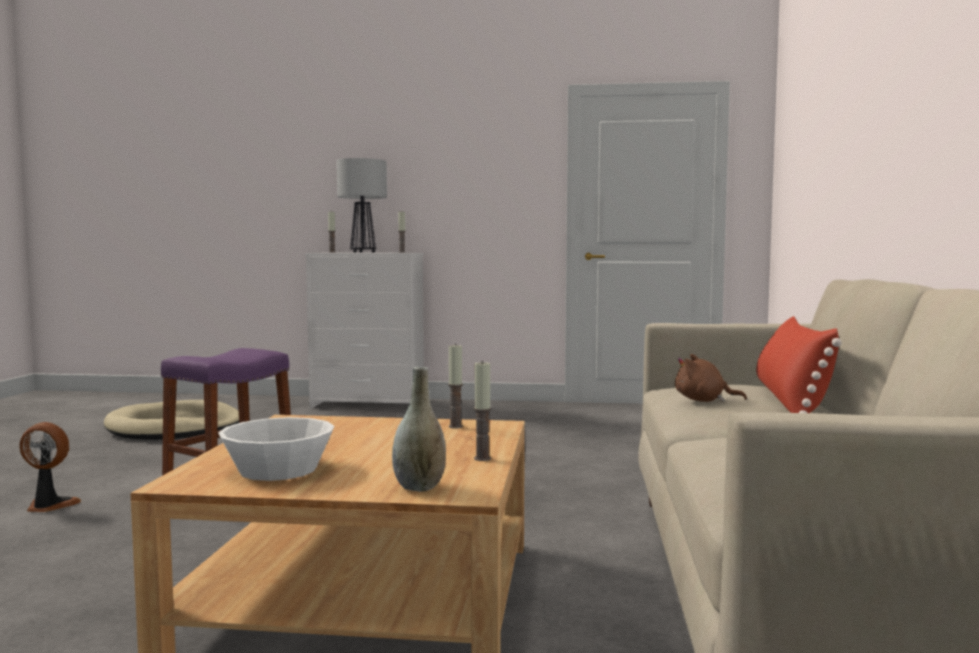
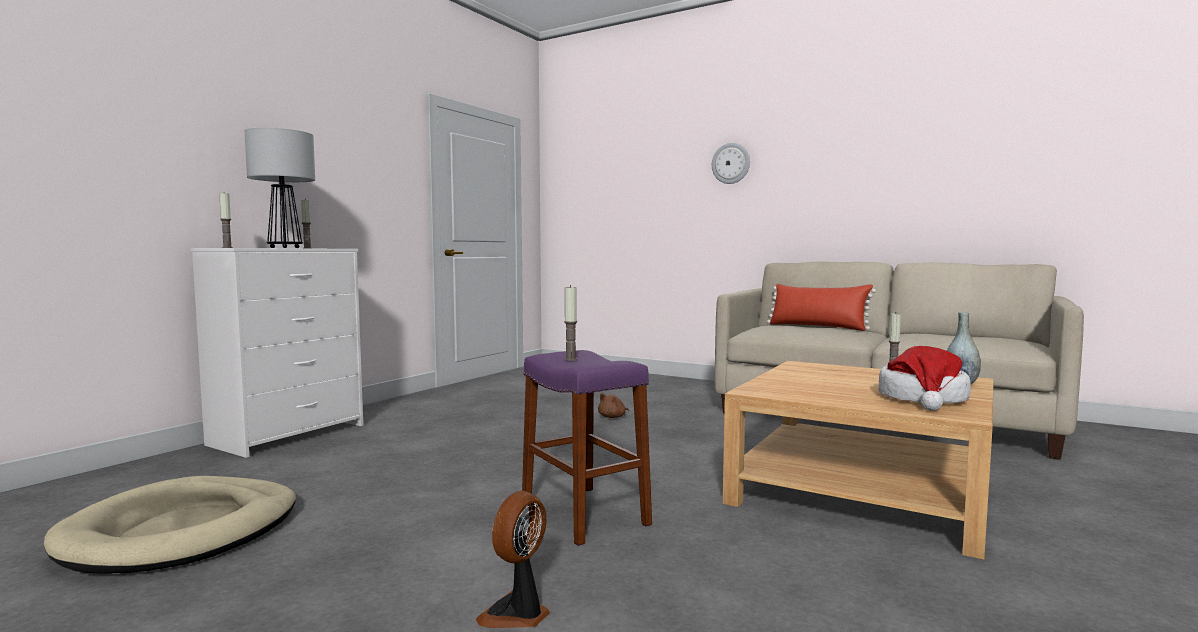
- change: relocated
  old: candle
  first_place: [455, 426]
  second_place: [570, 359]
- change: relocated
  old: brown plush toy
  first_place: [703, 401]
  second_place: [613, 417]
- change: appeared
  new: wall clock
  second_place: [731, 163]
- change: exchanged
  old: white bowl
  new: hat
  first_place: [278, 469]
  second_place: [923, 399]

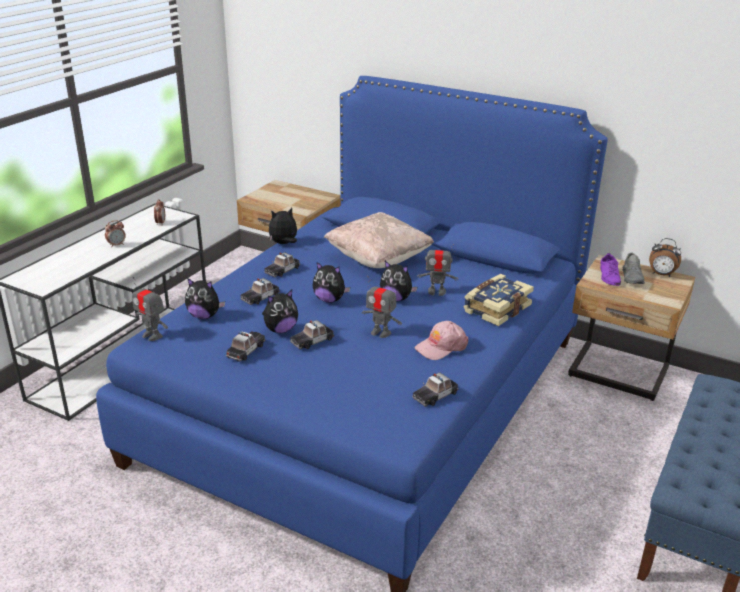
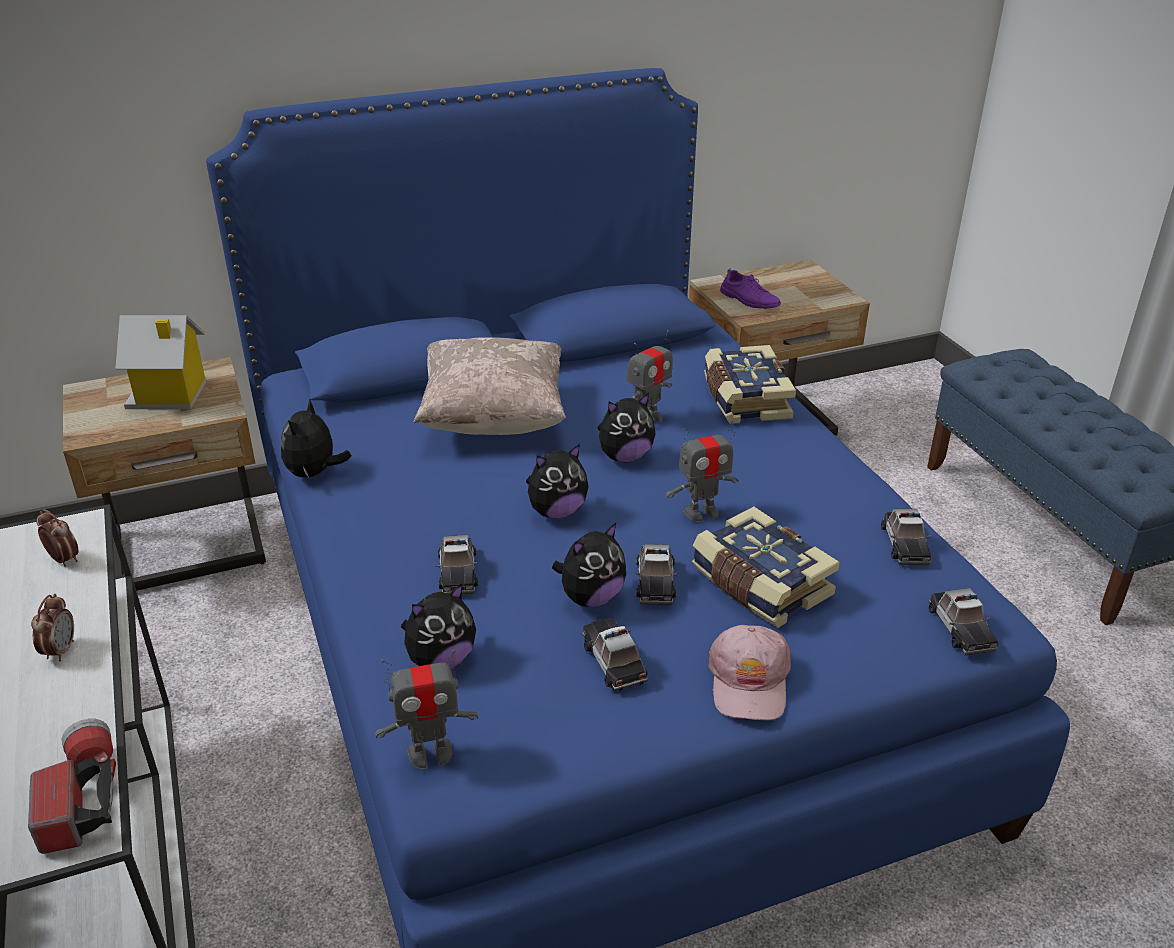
- change: appeared
  new: flashlight
  second_place: [81, 798]
- change: appeared
  new: toy house
  second_place: [170, 396]
- change: spun
  old: plush toy
  first_place: [280, 330]
  second_place: [591, 597]
  degrees: 45
- change: appeared
  new: book
  second_place: [759, 585]
- change: relocated
  old: pink cap
  first_place: [441, 347]
  second_place: [749, 681]
- change: relocated
  old: toy car
  first_place: [282, 270]
  second_place: [960, 628]
- change: missing
  old: grey shoe
  first_place: [632, 278]
- change: missing
  old: alarm clock
  first_place: [661, 274]

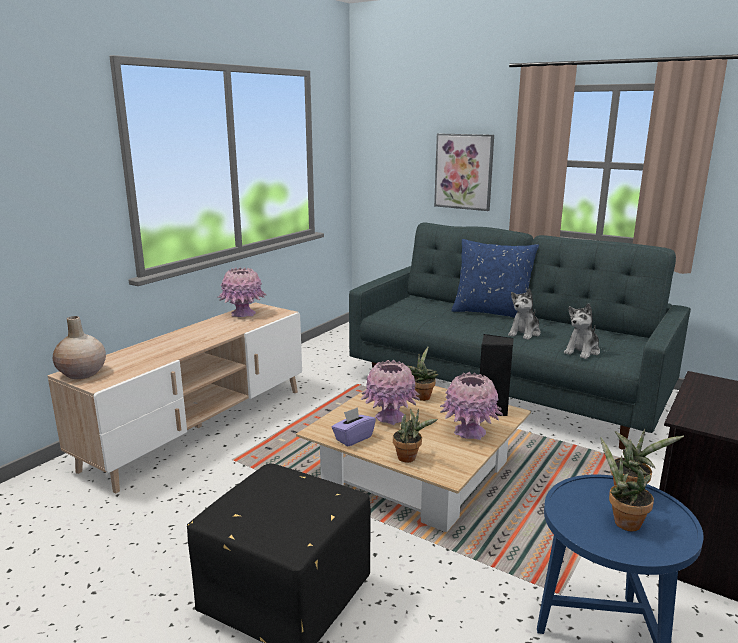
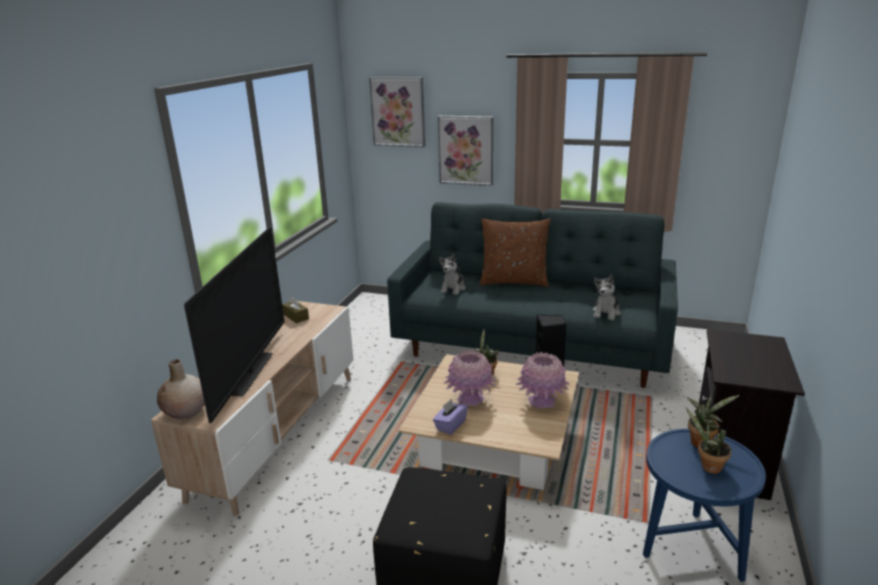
- change: appeared
  new: television
  second_place: [251, 374]
- change: exchanged
  old: pink vase
  new: brown tissue box
  first_place: [243, 314]
  second_place: [296, 317]
- change: appeared
  new: picture
  second_place: [398, 112]
- change: relocated
  old: plush toy
  first_place: [524, 333]
  second_place: [453, 288]
- change: colour
  old: blue pillow
  new: brown pillow
  first_place: [491, 312]
  second_place: [514, 281]
- change: missing
  old: potted plant
  first_place: [409, 458]

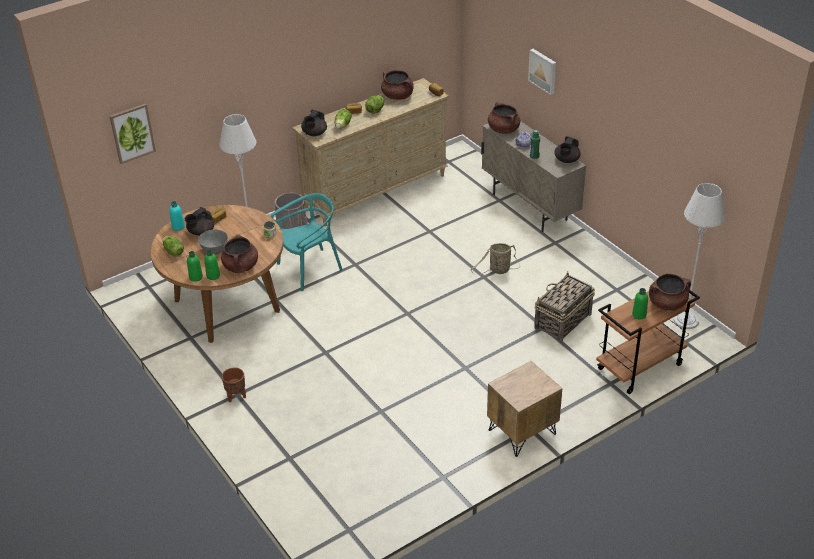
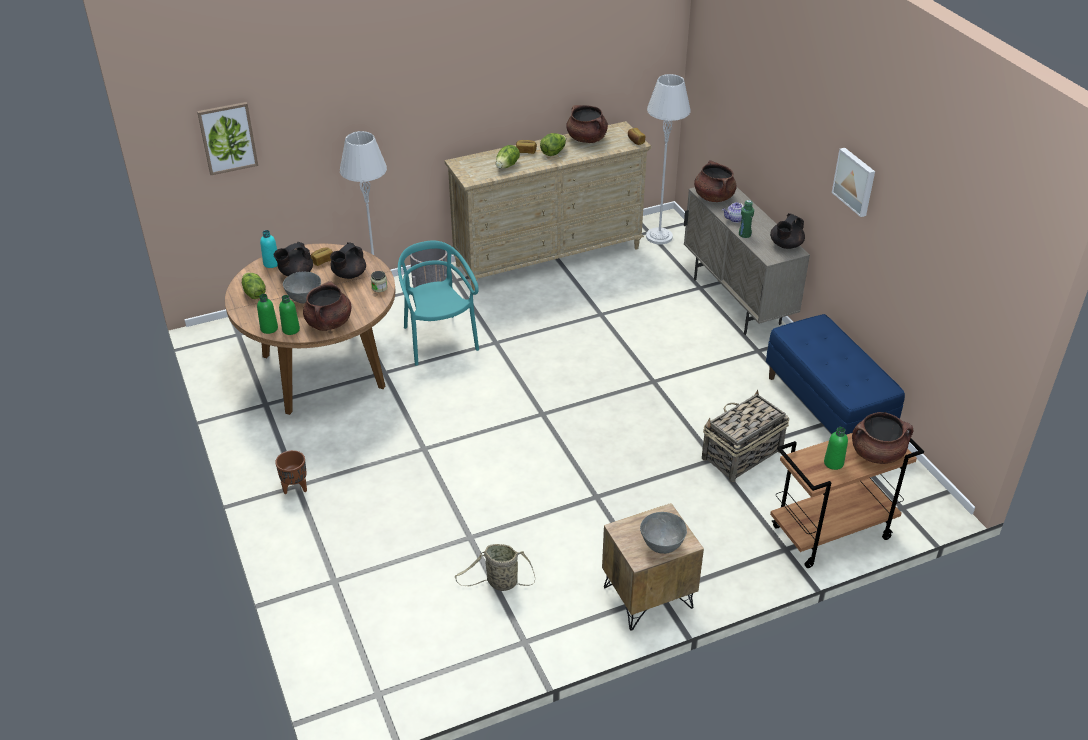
- change: relocated
  old: black teapot
  first_place: [314, 133]
  second_place: [349, 275]
- change: spun
  old: turquoise chair
  first_place: [310, 269]
  second_place: [438, 340]
  degrees: -90
- change: relocated
  old: basket
  first_place: [498, 270]
  second_place: [500, 583]
- change: appeared
  new: grey bowl
  second_place: [662, 546]
- change: relocated
  old: grey floor lamp
  first_place: [686, 320]
  second_place: [659, 237]
- change: appeared
  new: blue bench
  second_place: [827, 408]
- change: relocated
  old: picture
  first_place: [543, 71]
  second_place: [855, 181]

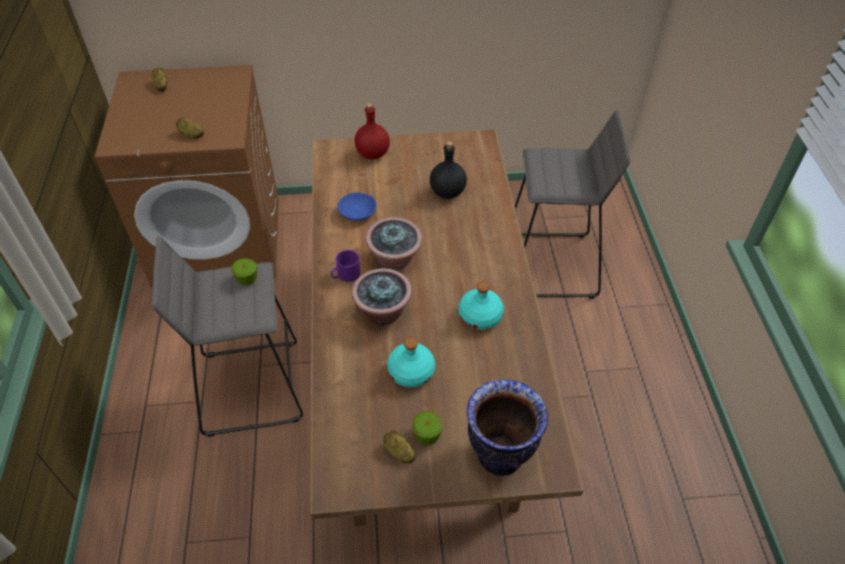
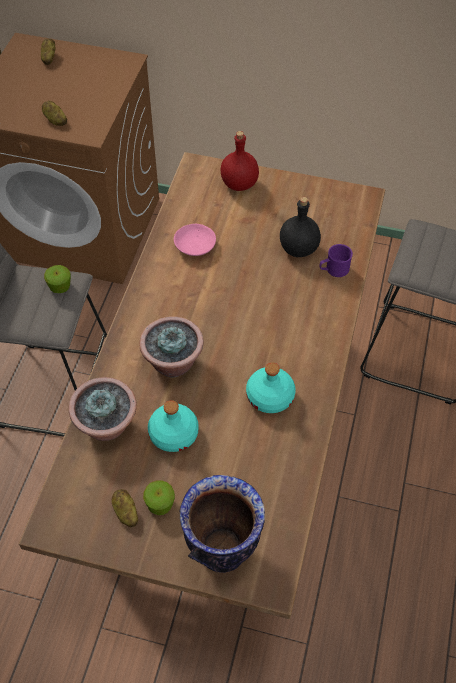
- change: relocated
  old: potted plant
  first_place: [395, 260]
  second_place: [107, 426]
- change: colour
  old: blue bowl
  new: pink bowl
  first_place: [358, 212]
  second_place: [195, 246]
- change: relocated
  old: purple mug
  first_place: [345, 275]
  second_place: [334, 269]

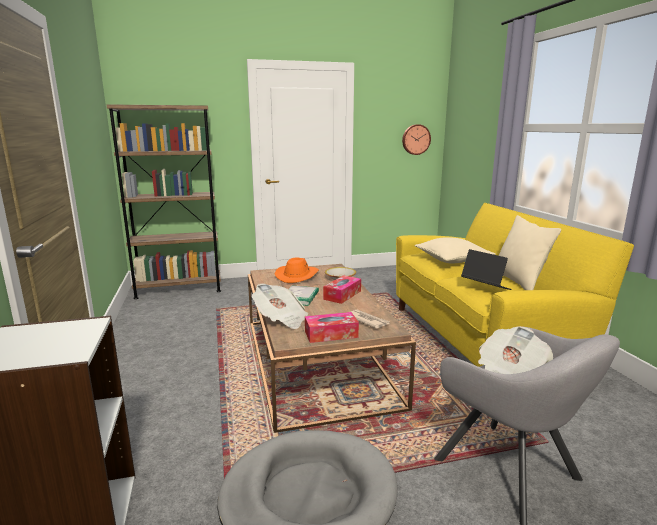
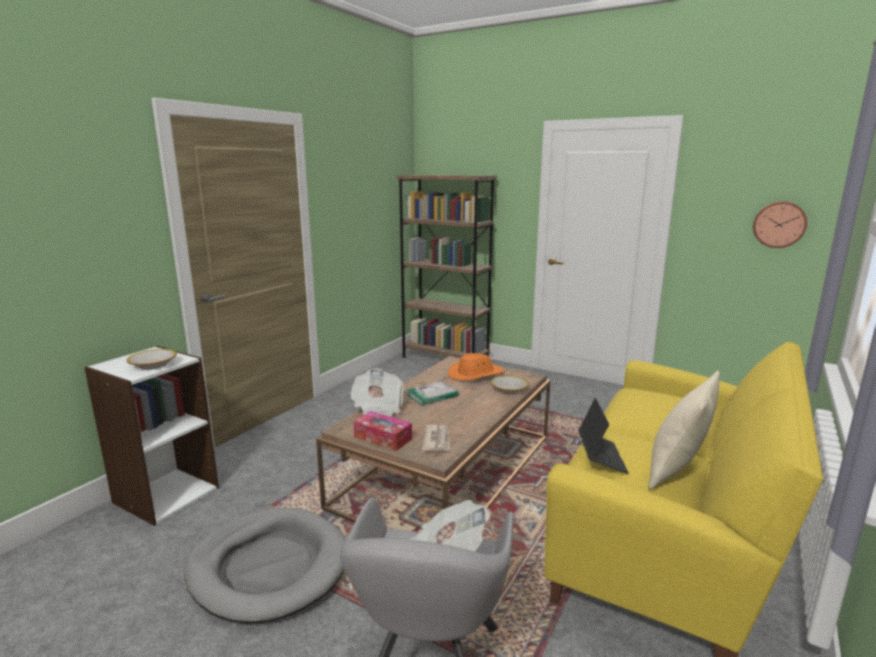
- change: appeared
  new: bowl
  second_place: [154, 365]
- change: missing
  old: tissue box
  first_place: [342, 295]
- change: missing
  old: beige pillow
  first_place: [452, 259]

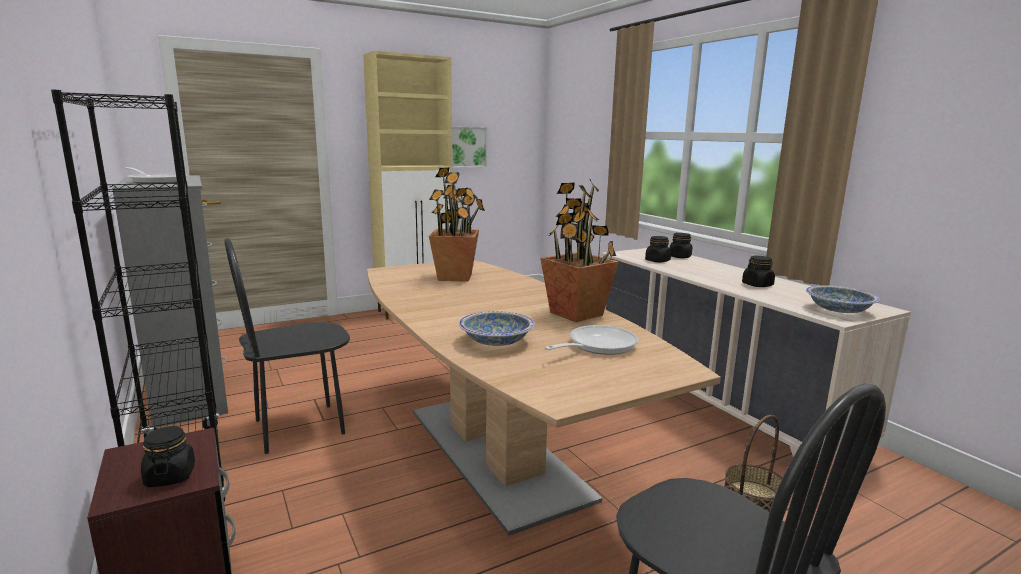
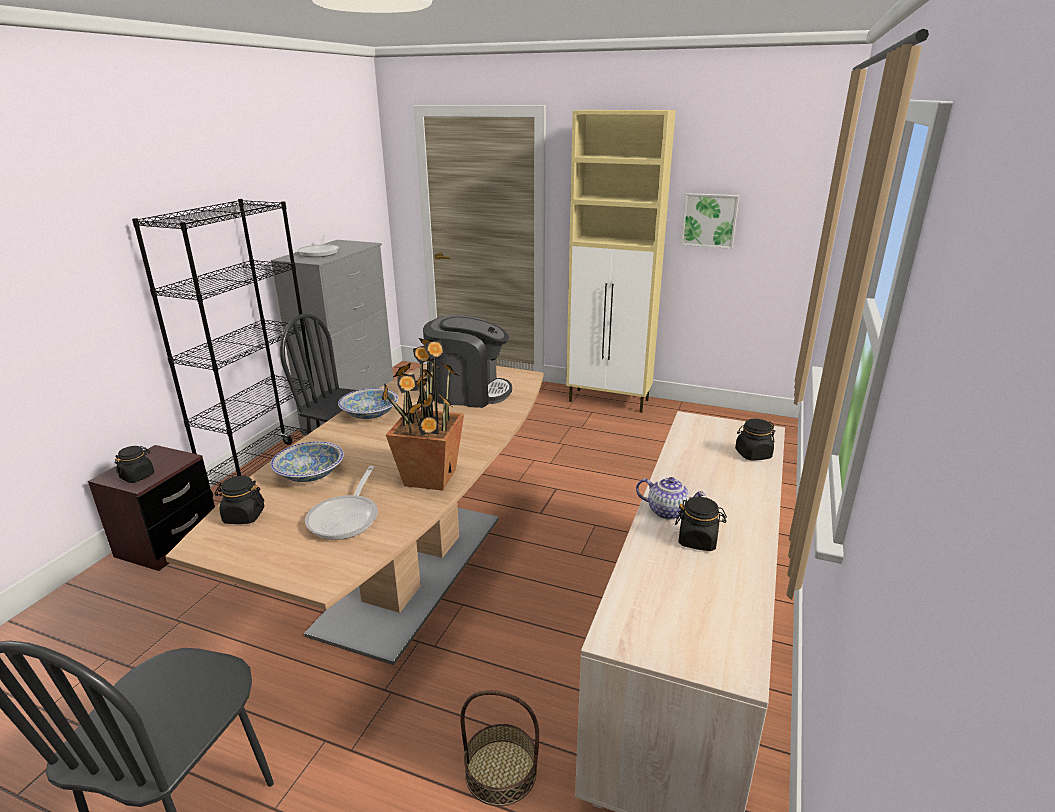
- change: relocated
  old: black jar
  first_place: [657, 261]
  second_place: [243, 516]
- change: spun
  old: frying pan
  first_place: [597, 346]
  second_place: [346, 517]
  degrees: 90
- change: relocated
  old: bowl
  first_place: [839, 310]
  second_place: [370, 414]
- change: exchanged
  old: potted plant
  new: coffee machine
  first_place: [456, 277]
  second_place: [468, 392]
- change: appeared
  new: teapot
  second_place: [668, 511]

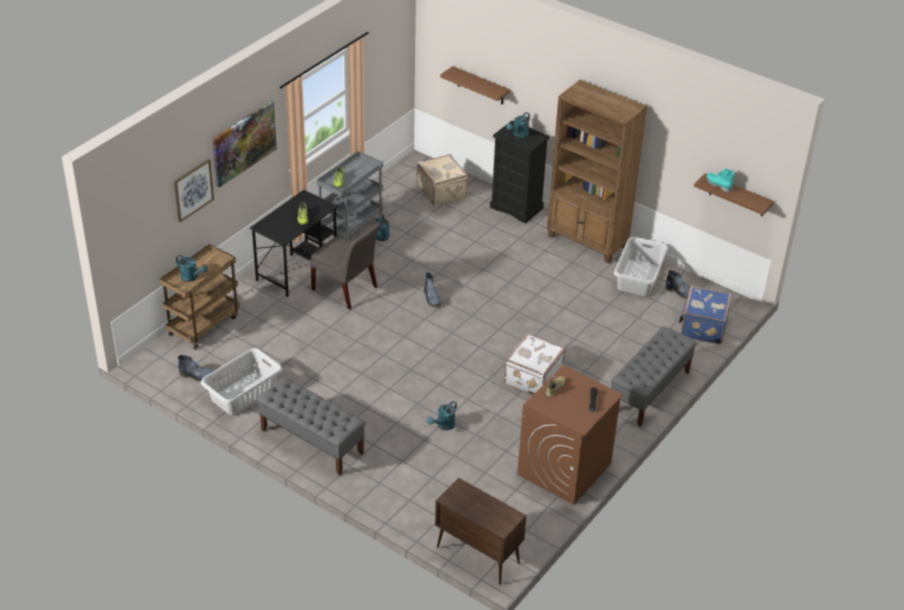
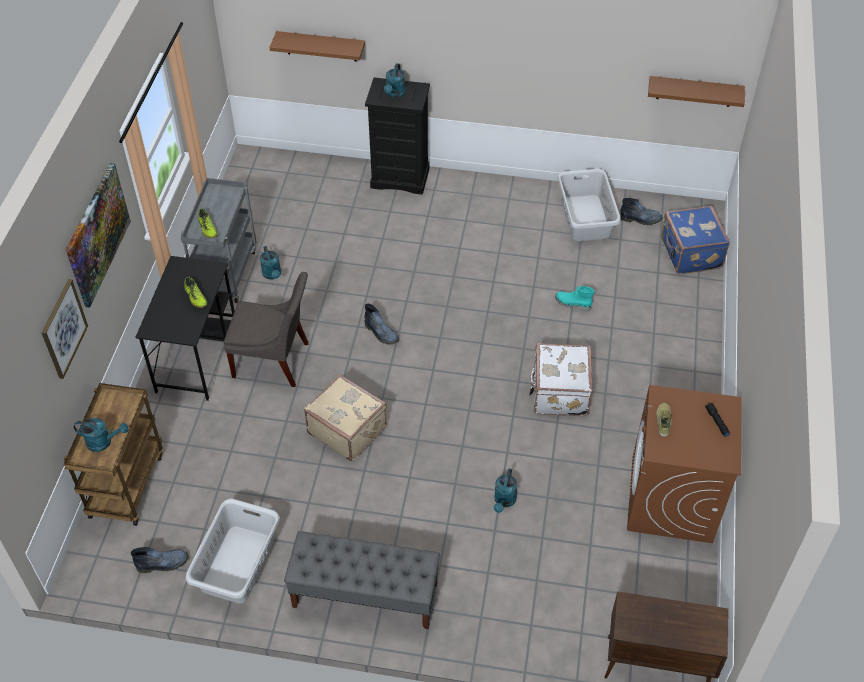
- change: relocated
  old: beige suitcase
  first_place: [442, 191]
  second_place: [347, 429]
- change: relocated
  old: turquoise boot
  first_place: [718, 185]
  second_place: [572, 304]
- change: missing
  old: brown bookcase
  first_place: [587, 242]
- change: missing
  old: grey bench
  first_place: [649, 391]

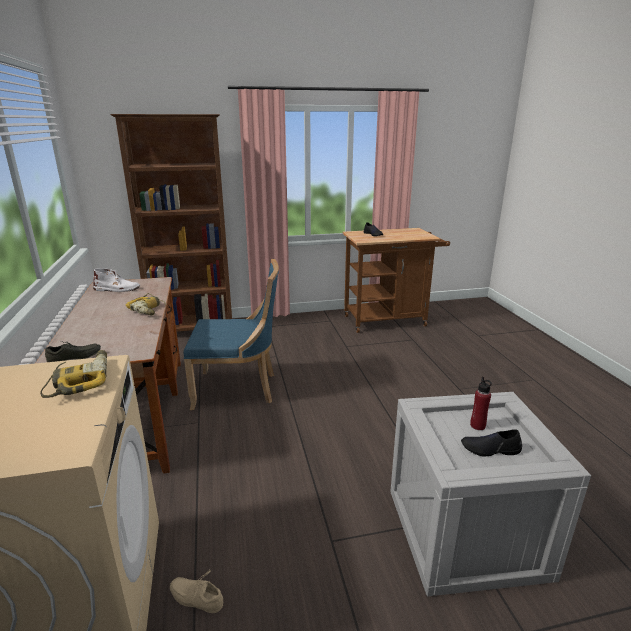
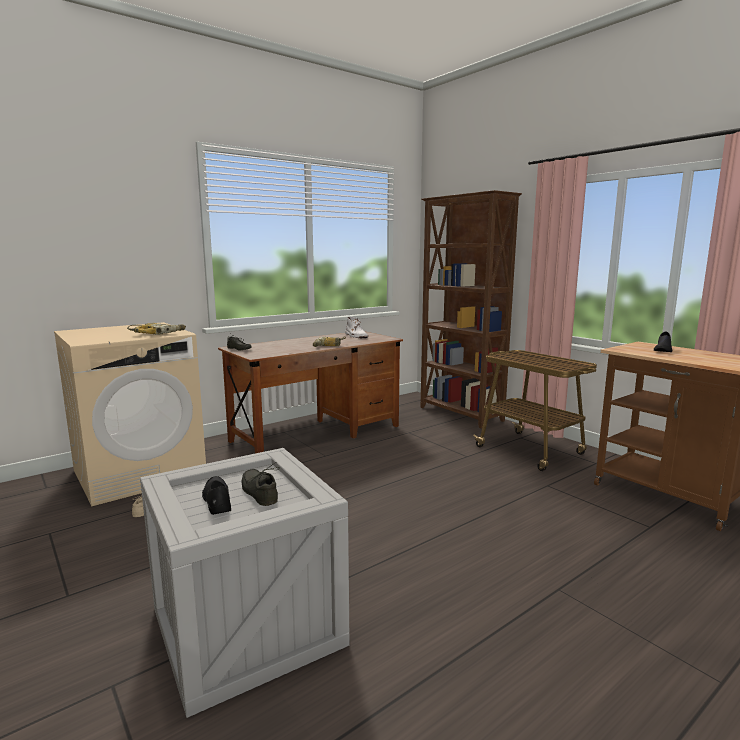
- change: exchanged
  old: red bottle
  new: grey shoe
  first_place: [477, 425]
  second_place: [261, 492]
- change: appeared
  new: cart
  second_place: [531, 451]
- change: missing
  old: blue chair
  first_place: [238, 389]

